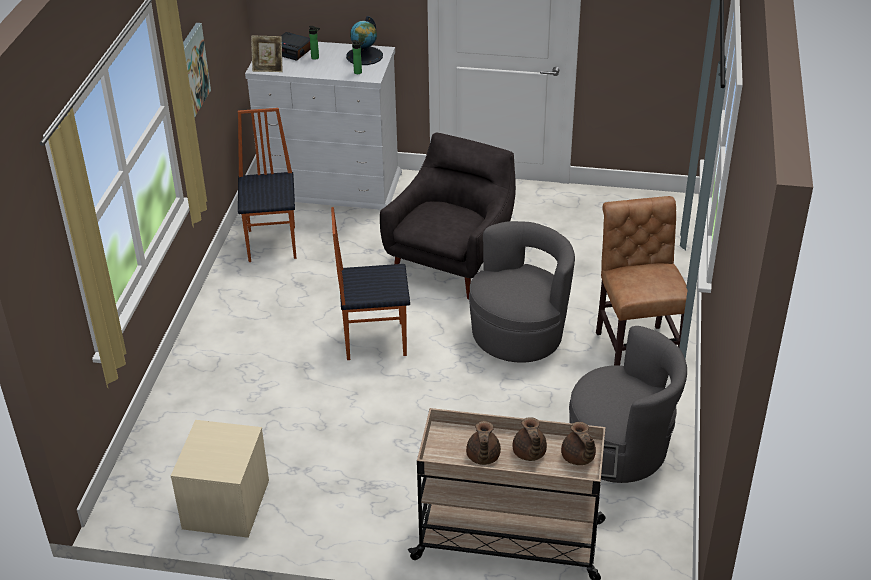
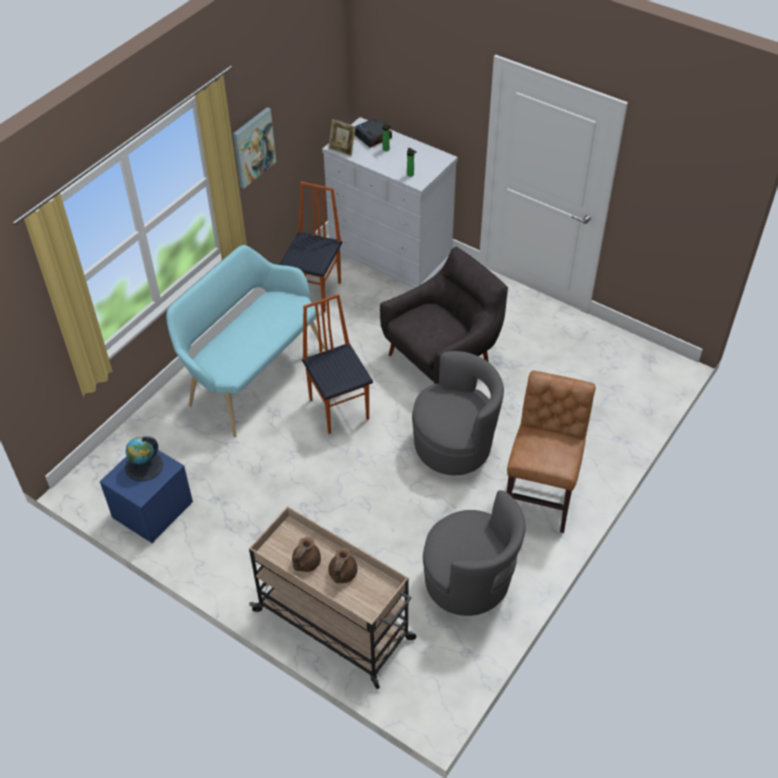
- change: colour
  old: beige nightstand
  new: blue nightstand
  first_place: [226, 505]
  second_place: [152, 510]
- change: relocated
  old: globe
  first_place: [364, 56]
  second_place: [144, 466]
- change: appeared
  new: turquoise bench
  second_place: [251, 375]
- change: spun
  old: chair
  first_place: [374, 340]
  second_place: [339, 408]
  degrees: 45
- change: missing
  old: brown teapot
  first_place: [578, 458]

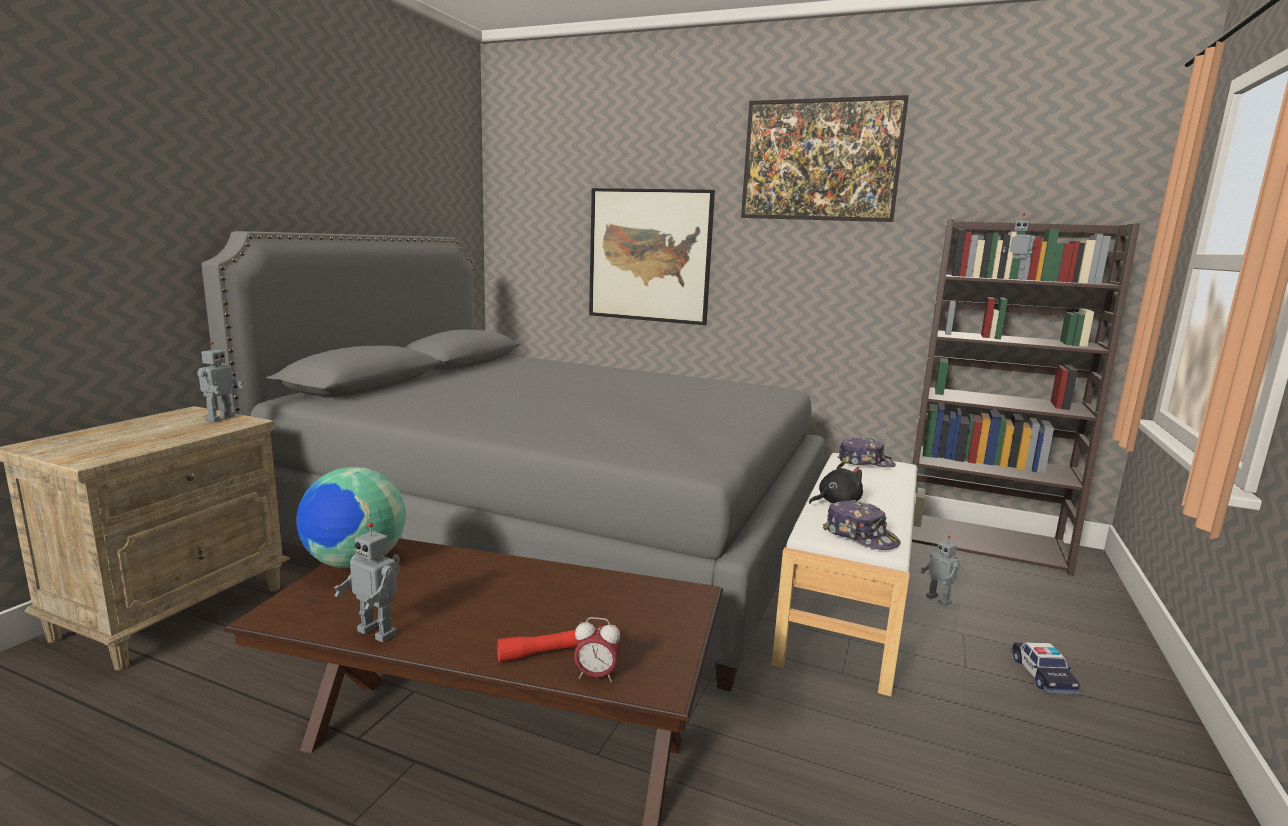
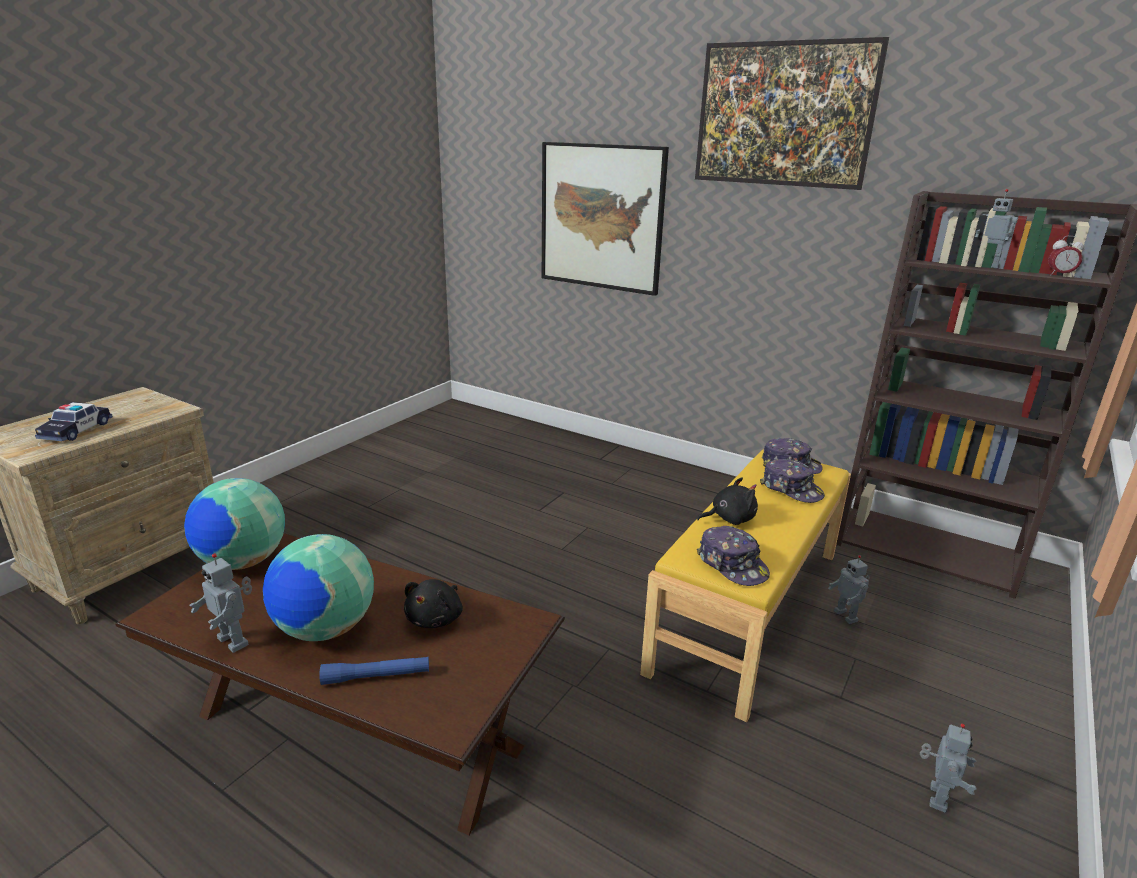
- change: relocated
  old: toy car
  first_place: [1042, 675]
  second_place: [76, 430]
- change: appeared
  new: globe
  second_place: [325, 629]
- change: colour
  old: red flashlight
  new: blue flashlight
  first_place: [556, 651]
  second_place: [376, 676]
- change: appeared
  new: black plush toy
  second_place: [436, 618]
- change: colour
  old: white bench
  new: yellow bench
  first_place: [847, 600]
  second_place: [747, 608]
- change: appeared
  new: cap
  second_place: [791, 489]
- change: relocated
  old: toy robot
  first_place: [219, 418]
  second_place: [936, 797]
- change: relocated
  old: alarm clock
  first_place: [596, 675]
  second_place: [1060, 275]
- change: missing
  old: grey bed
  first_place: [553, 535]

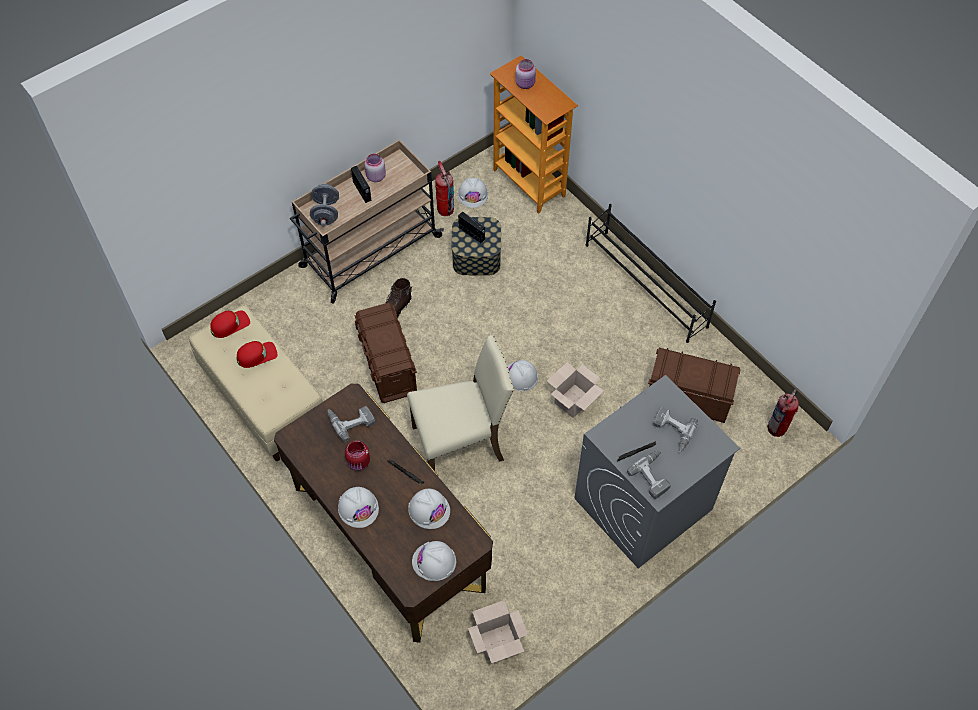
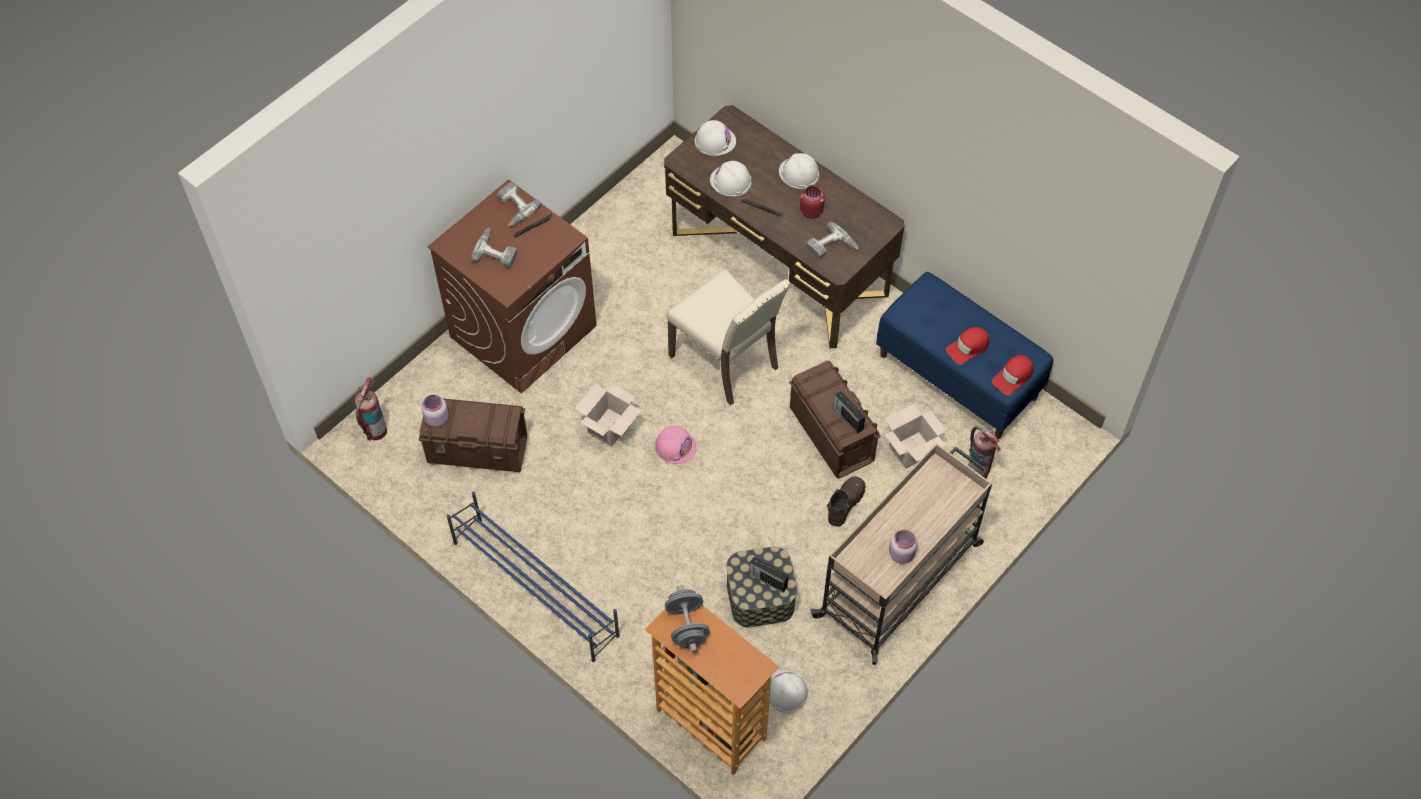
- change: relocated
  old: pink jar
  first_place: [525, 84]
  second_place: [436, 419]
- change: colour
  old: grey washing machine
  new: brown washing machine
  first_place: [642, 504]
  second_place: [523, 331]
- change: colour
  old: black shoe rack
  new: blue shoe rack
  first_place: [645, 286]
  second_place: [535, 587]
- change: colour
  old: white hard hat
  new: pink hard hat
  first_place: [520, 376]
  second_place: [675, 446]
- change: relocated
  old: grey dumbbell
  first_place: [326, 213]
  second_place: [687, 626]
- change: spun
  old: beige chair
  first_place: [460, 444]
  second_place: [727, 361]
  degrees: -105
- change: relocated
  old: radio
  first_place: [362, 191]
  second_place: [847, 418]
- change: colour
  old: beige bench
  new: blue bench
  first_place: [263, 399]
  second_place: [958, 376]
- change: relocated
  old: cardboard box
  first_place: [497, 643]
  second_place: [912, 449]
- change: relocated
  old: fire extinguisher
  first_place: [445, 210]
  second_place: [977, 471]

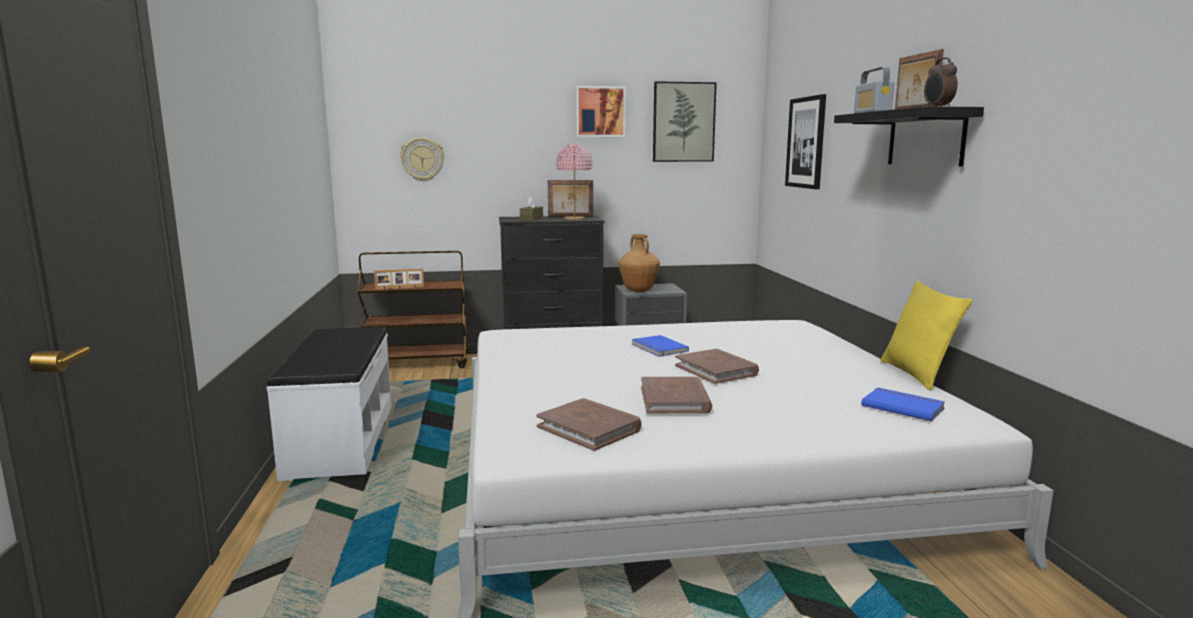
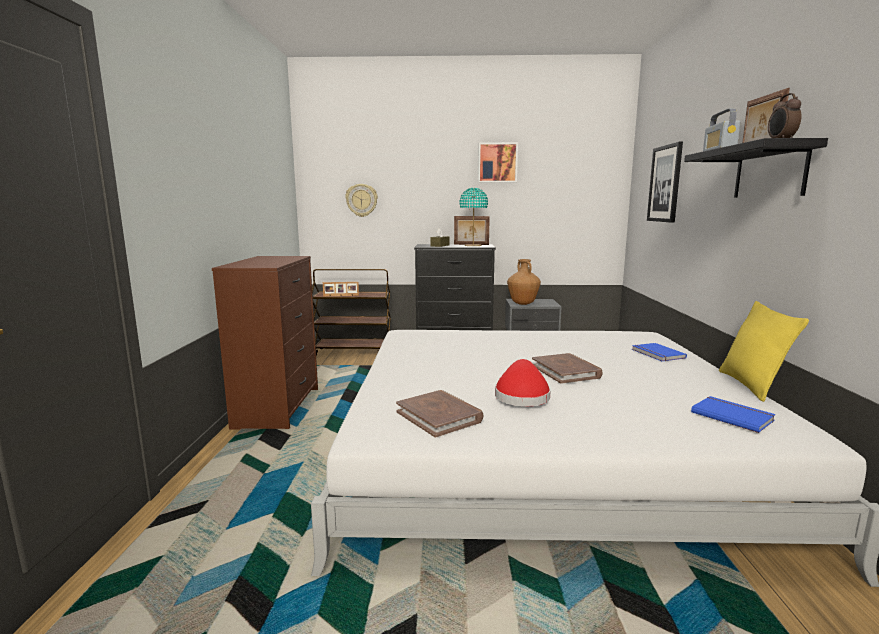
- change: exchanged
  old: white bench
  new: brown dresser
  first_place: [340, 440]
  second_place: [278, 407]
- change: colour
  old: pink table lamp
  new: turquoise table lamp
  first_place: [574, 219]
  second_place: [473, 246]
- change: exchanged
  old: brown book
  new: red hat
  first_place: [675, 400]
  second_place: [521, 395]
- change: relocated
  old: blue book
  first_place: [658, 348]
  second_place: [657, 354]
- change: missing
  old: picture
  first_place: [683, 122]

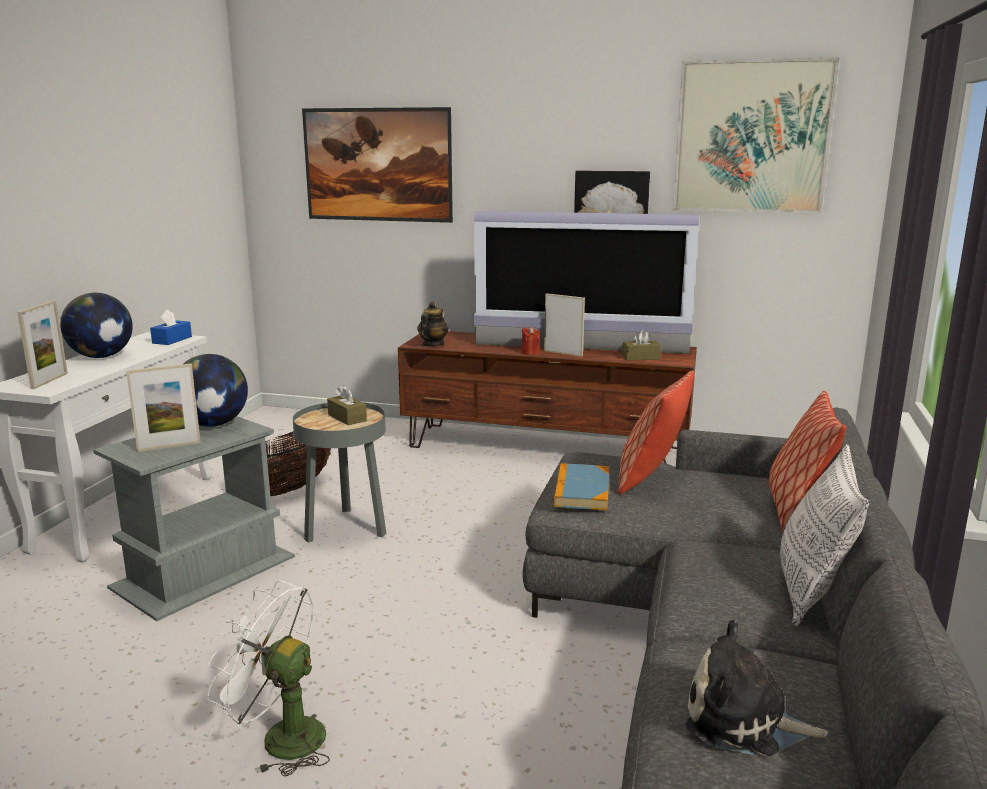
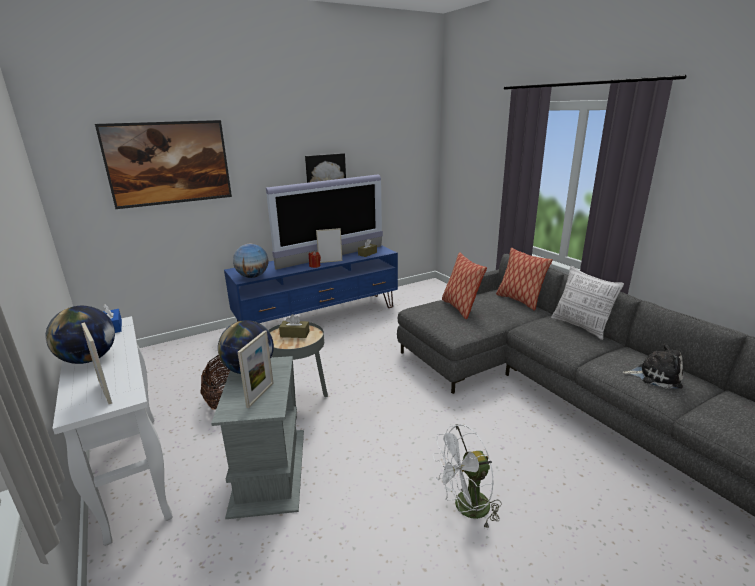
- change: colour
  old: brown tv stand
  new: blue tv stand
  first_place: [546, 448]
  second_place: [319, 317]
- change: exchanged
  old: teapot
  new: globe
  first_place: [432, 344]
  second_place: [252, 276]
- change: spun
  old: plush toy
  first_place: [744, 721]
  second_place: [655, 376]
  degrees: -135
- change: missing
  old: book
  first_place: [582, 490]
- change: missing
  old: picture
  first_place: [751, 137]

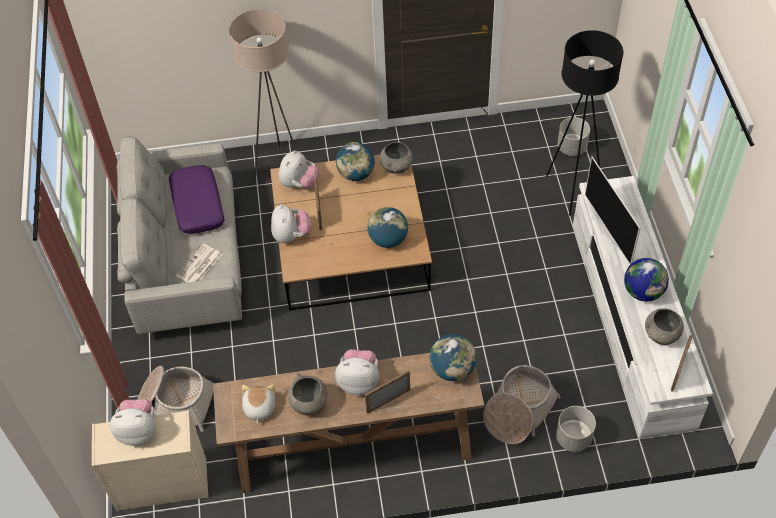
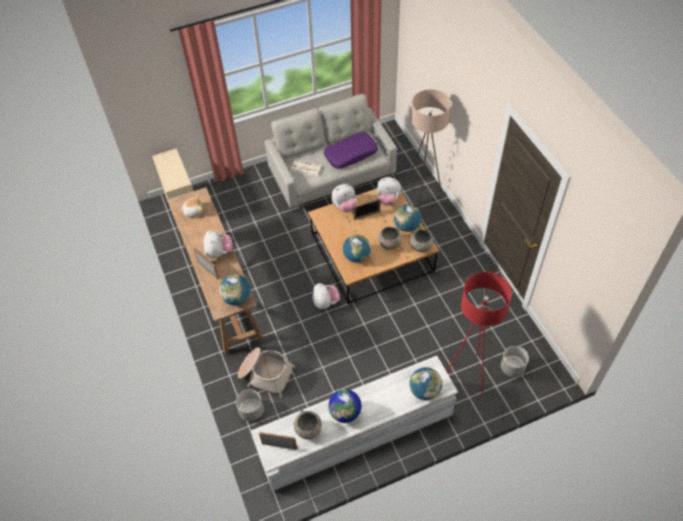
- change: relocated
  old: plush toy
  first_place: [138, 431]
  second_place: [325, 303]
- change: relocated
  old: grey bowl
  first_place: [309, 404]
  second_place: [389, 244]
- change: appeared
  new: globe
  second_place: [424, 391]
- change: colour
  old: black floor lamp
  new: red floor lamp
  first_place: [572, 191]
  second_place: [467, 375]
- change: missing
  old: basket
  first_place: [175, 403]
- change: missing
  old: television
  first_place: [610, 232]

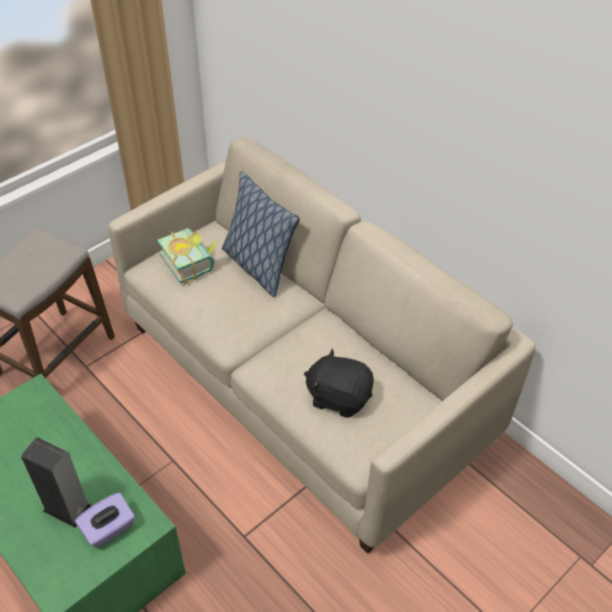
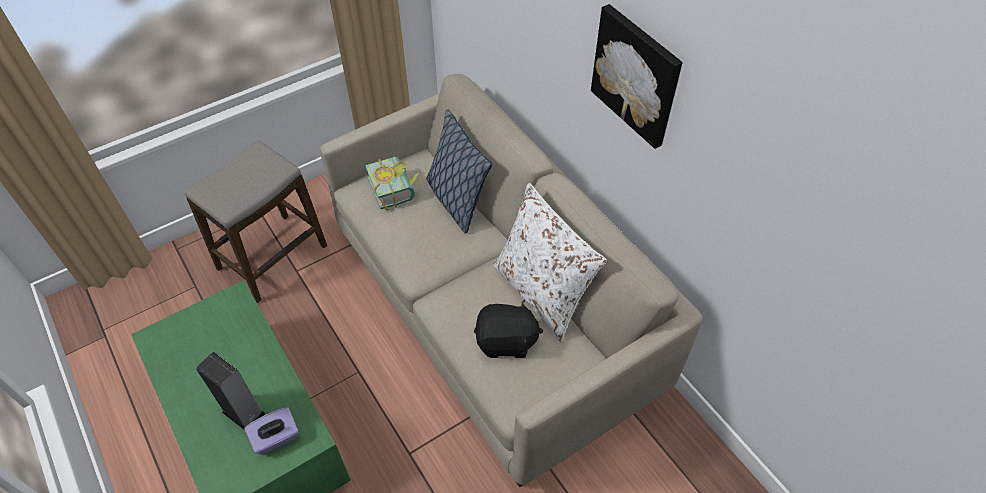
- change: spun
  old: black plush toy
  first_place: [338, 397]
  second_place: [506, 341]
  degrees: 150
- change: appeared
  new: white pillow
  second_place: [542, 293]
- change: appeared
  new: picture
  second_place: [637, 75]

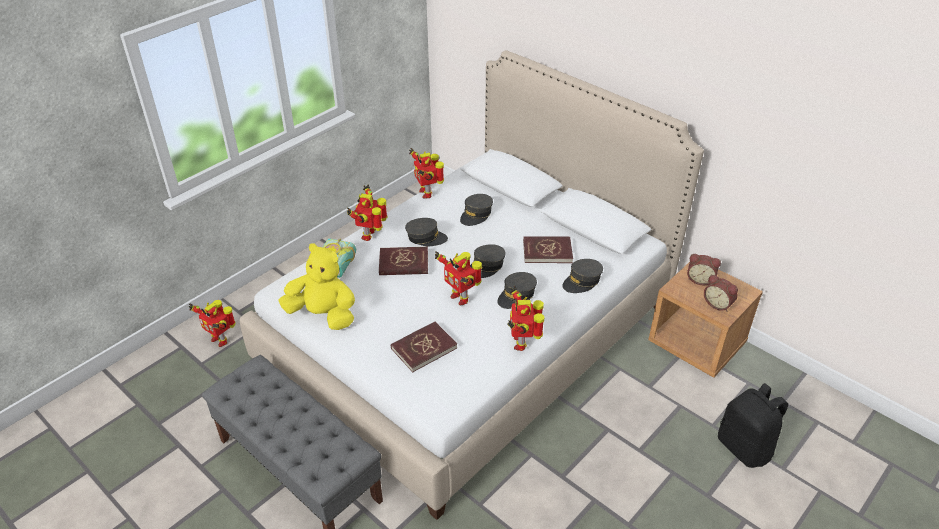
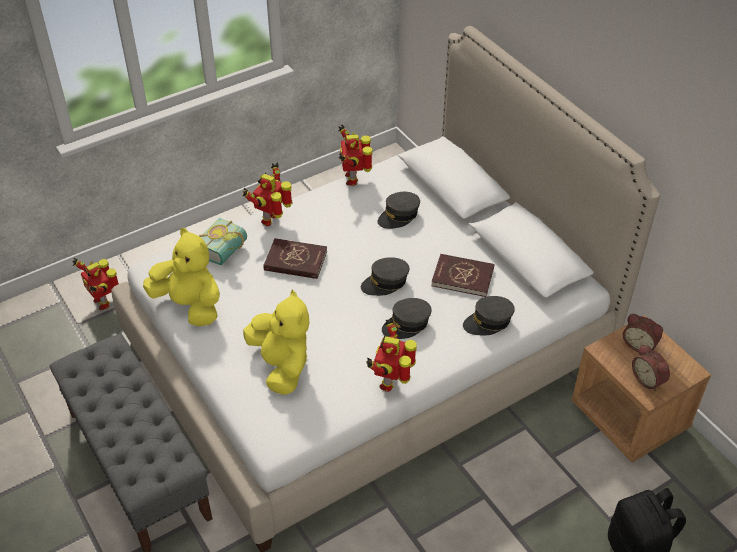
- change: exchanged
  old: red book
  new: yellow plush toy
  first_place: [423, 348]
  second_place: [281, 366]
- change: missing
  old: grey cap
  first_place: [426, 237]
- change: missing
  old: toy robot
  first_place: [460, 297]

